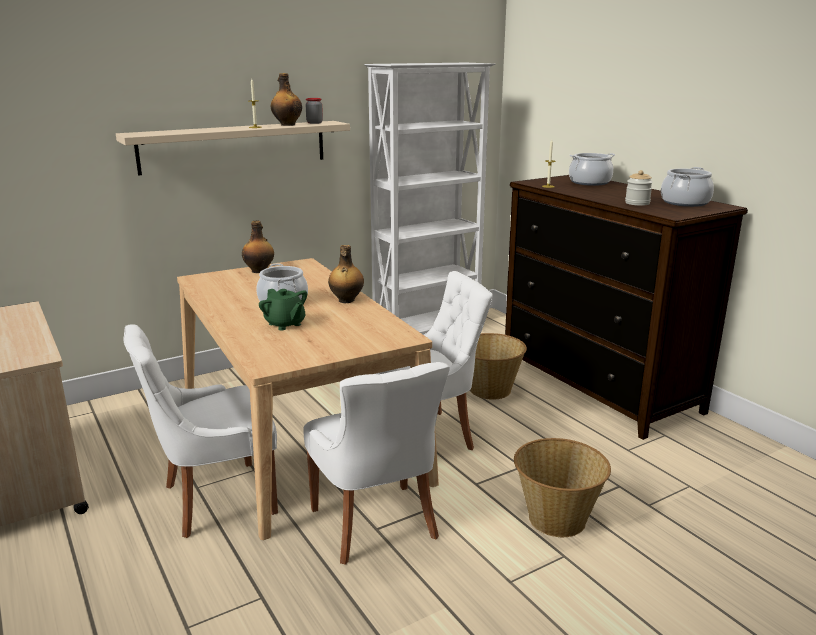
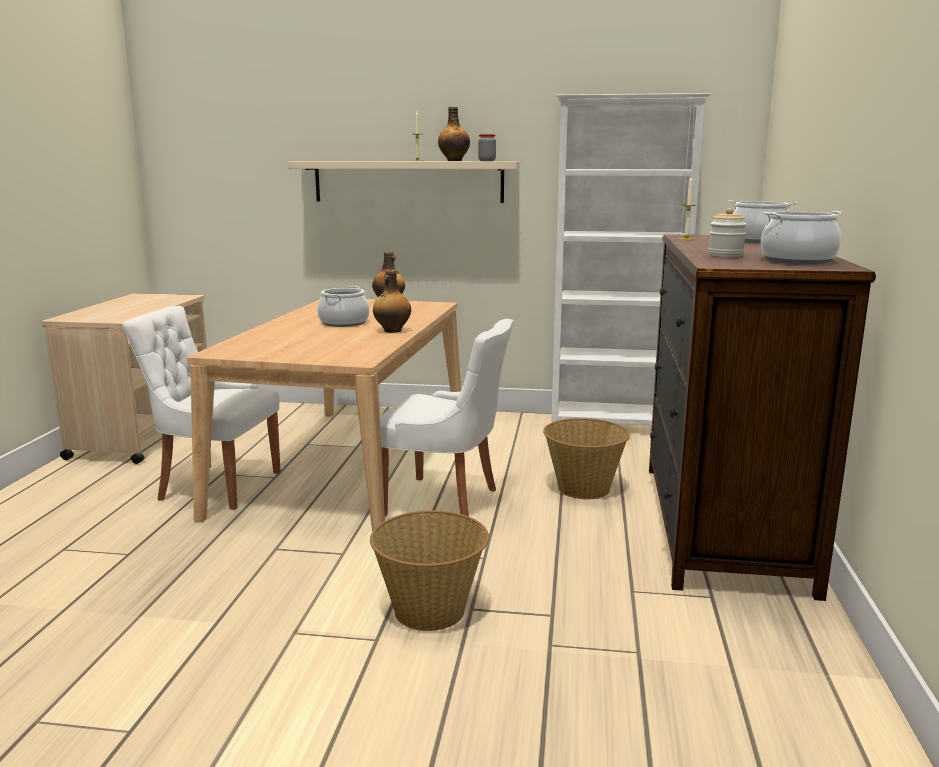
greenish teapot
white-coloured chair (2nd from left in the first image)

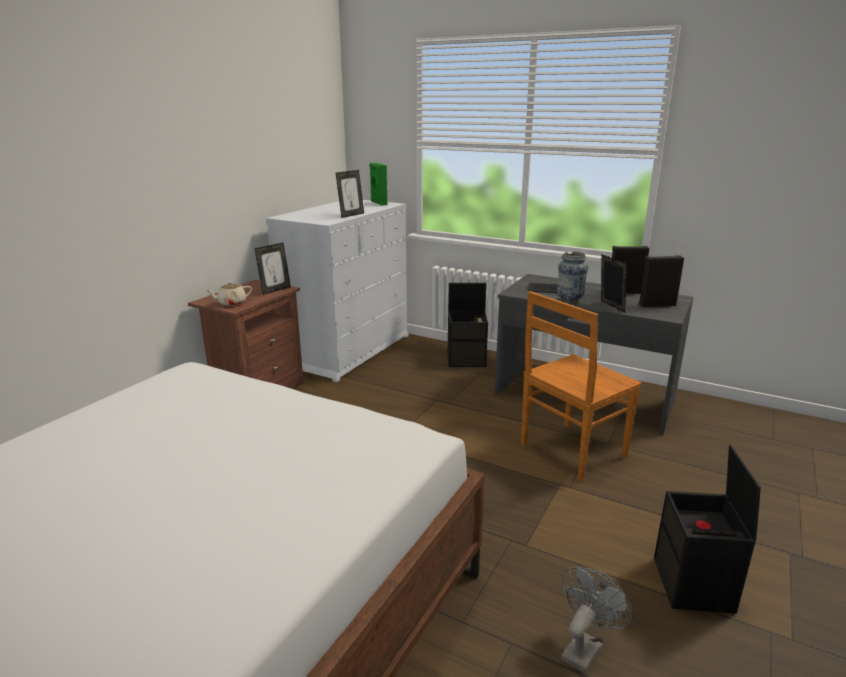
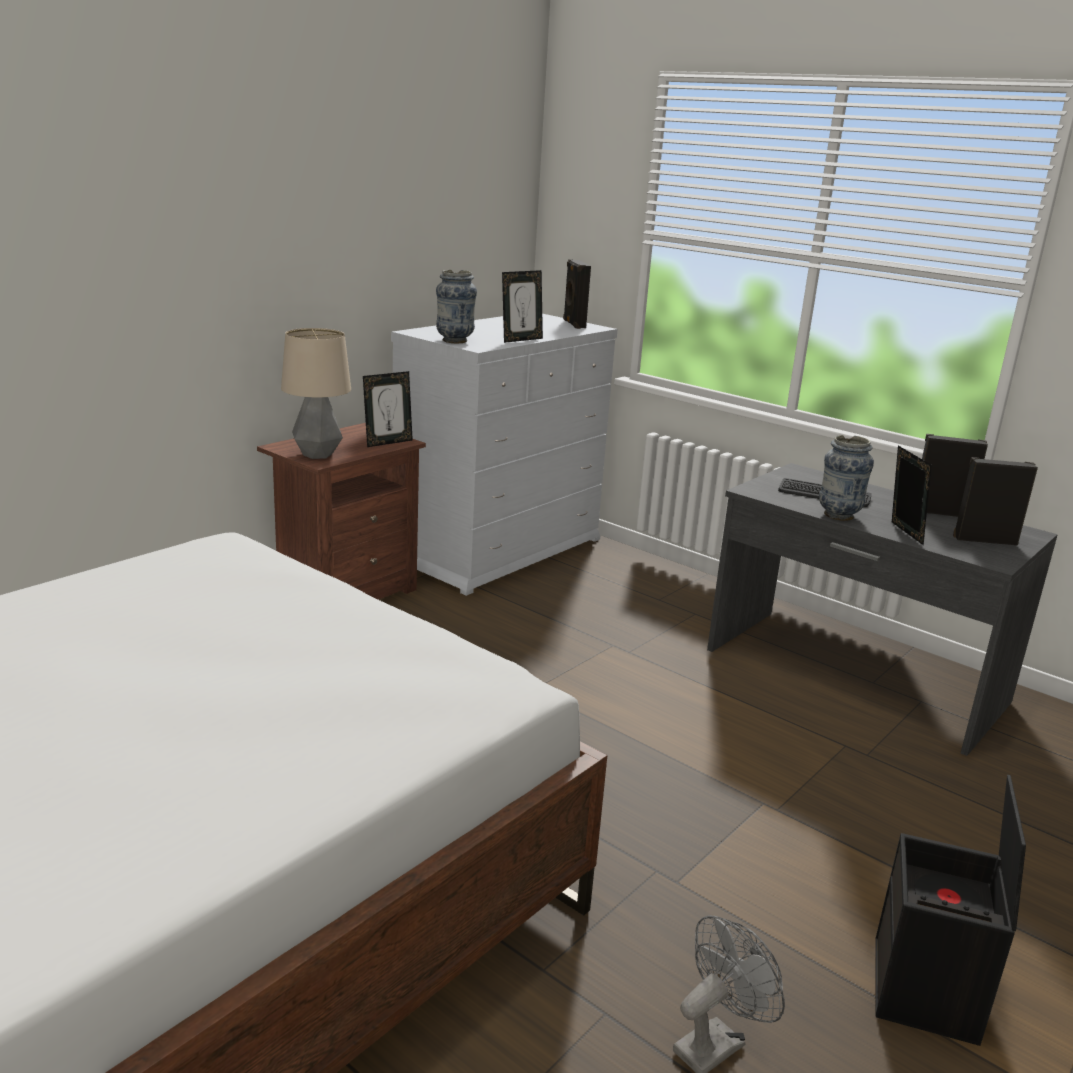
black speaker (1st from left)
tabletop lamp
black storage container (1st from left in the first image)
brownish chair
vase (1st from left)

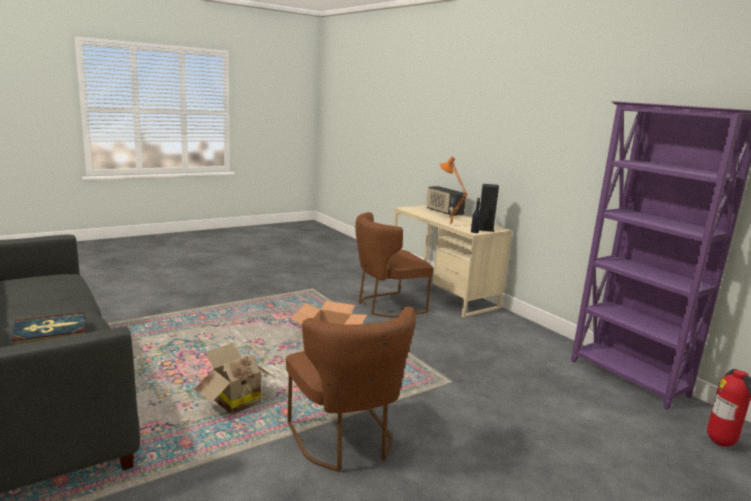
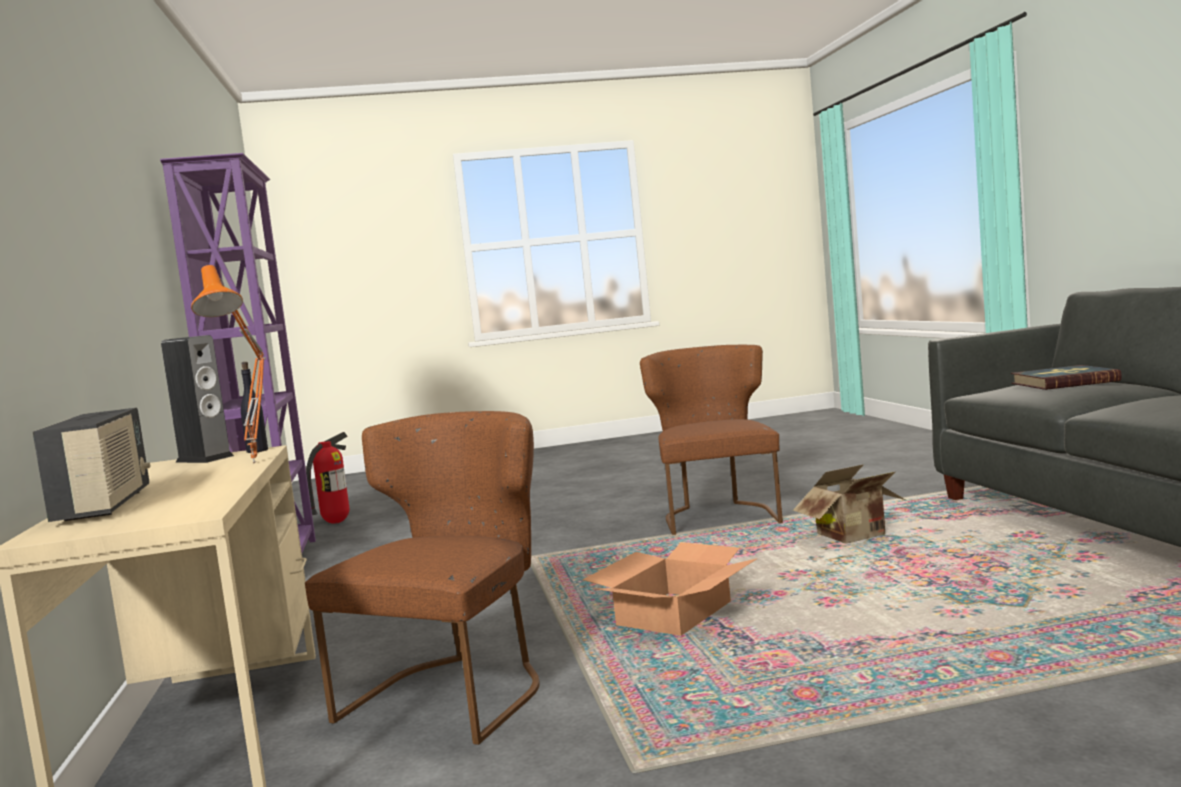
brownish chair (1st from left)

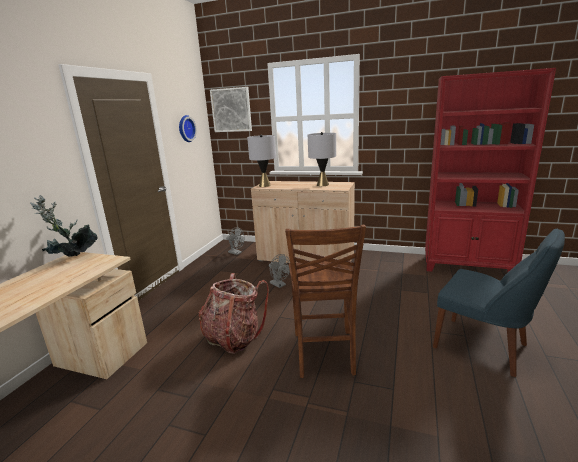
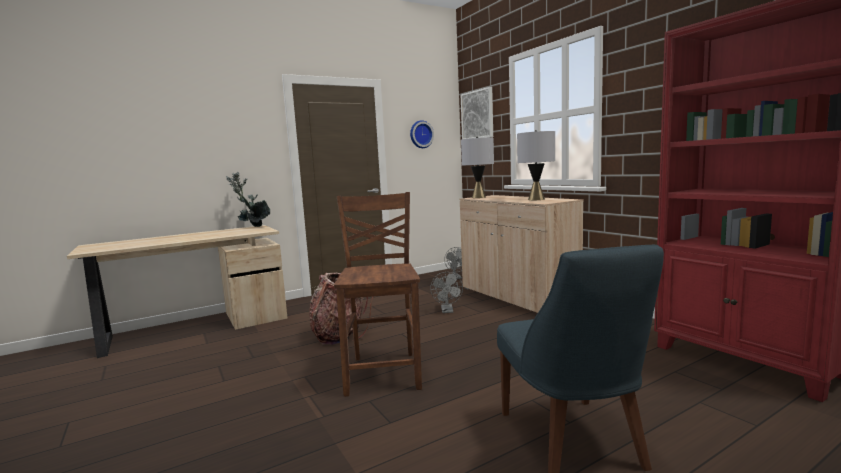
brownish chair

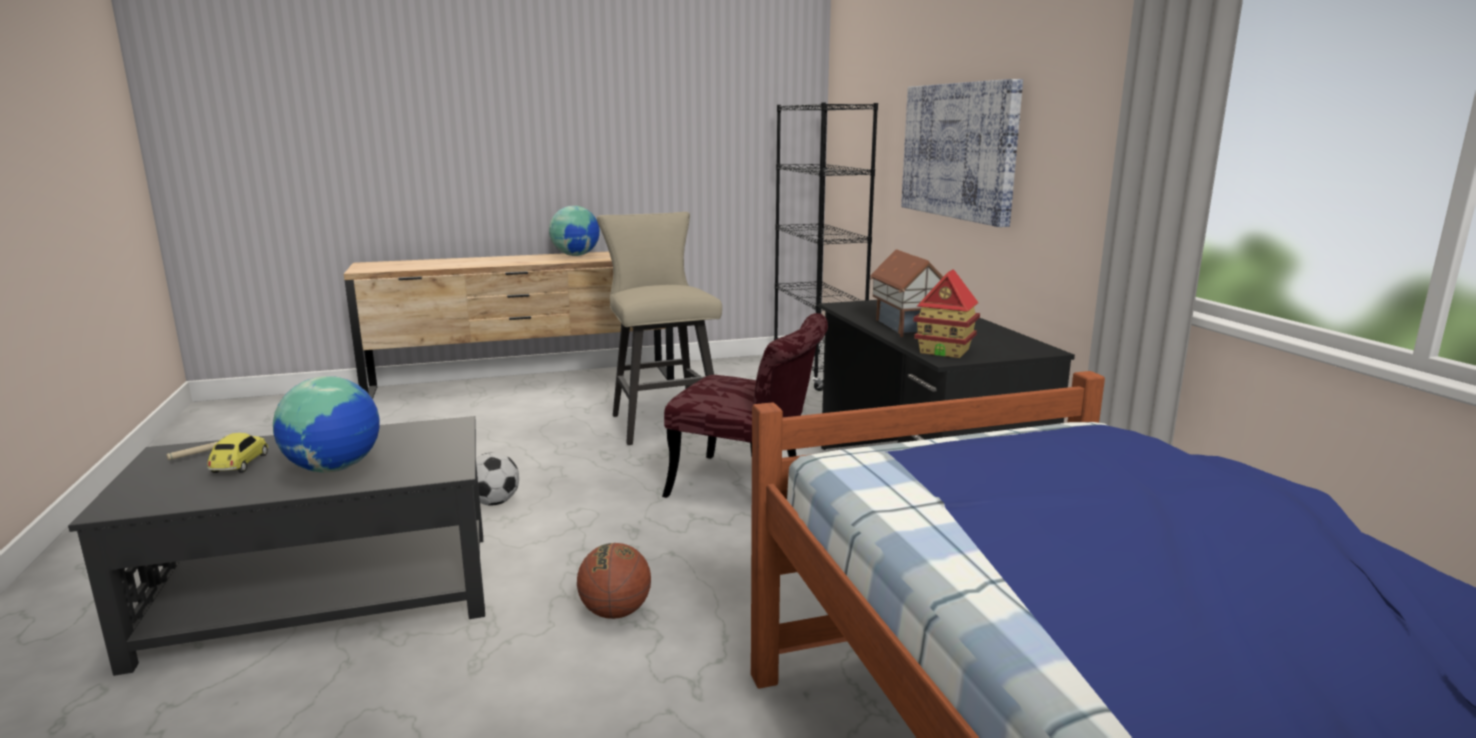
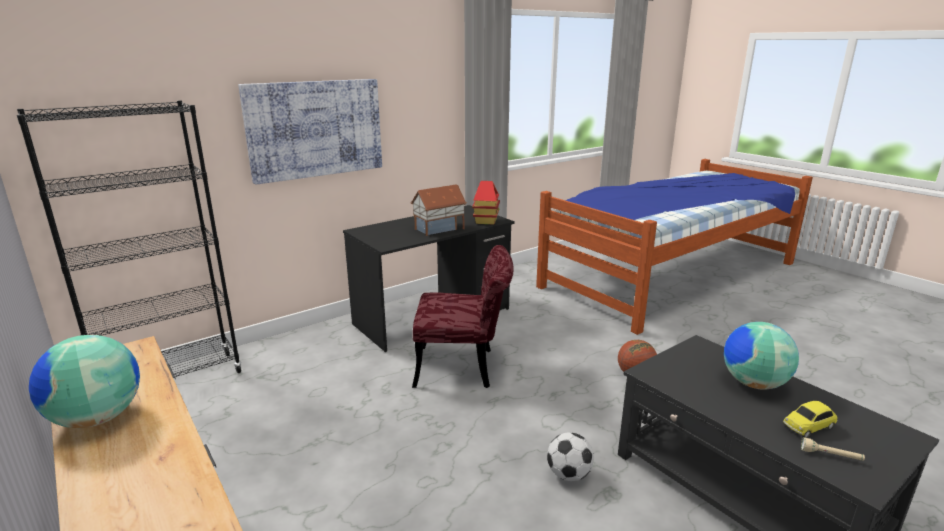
beige stool
reddish chair

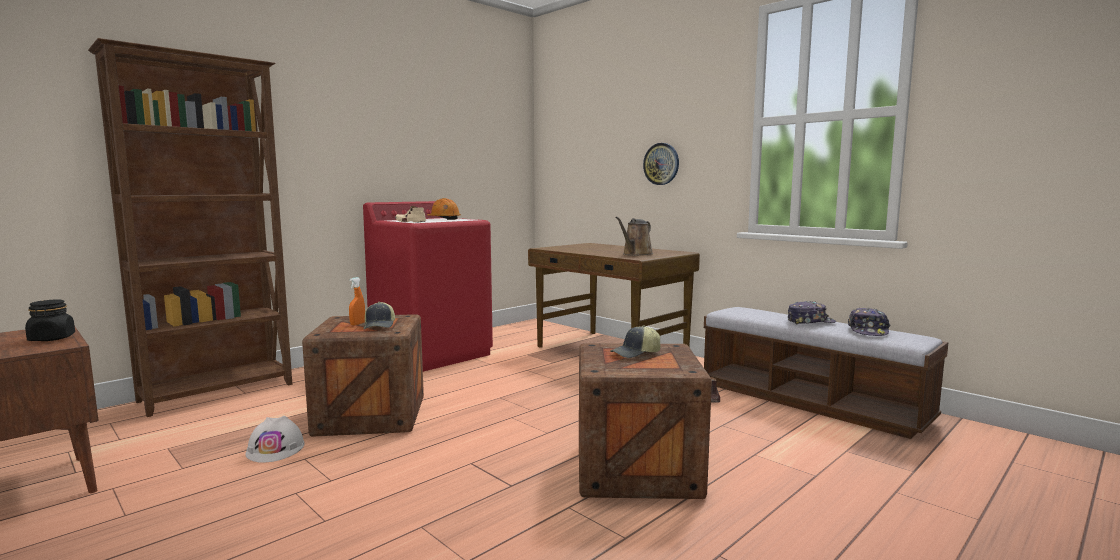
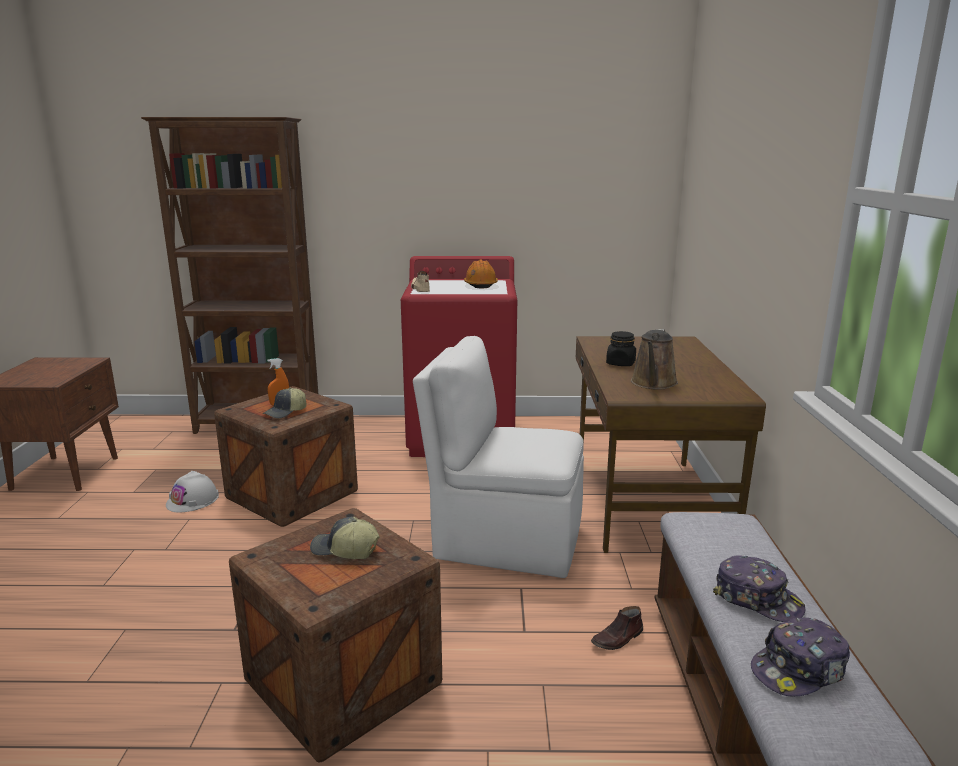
hanging clock
brownish watering can
black preserve jar
white-coloured chair

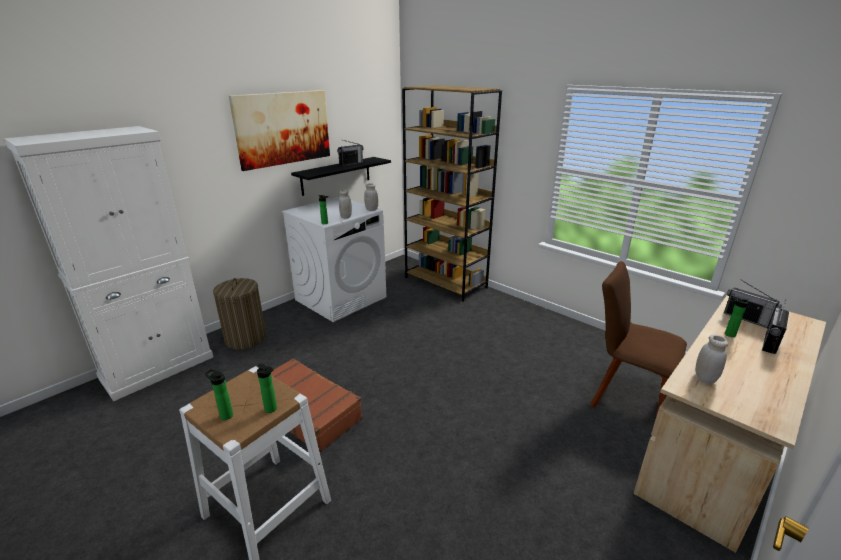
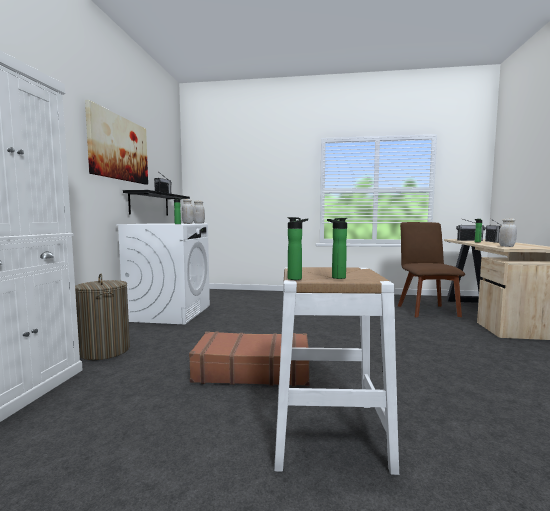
brownish bookcase
brownish chair
beverage bottle (2nd from left)

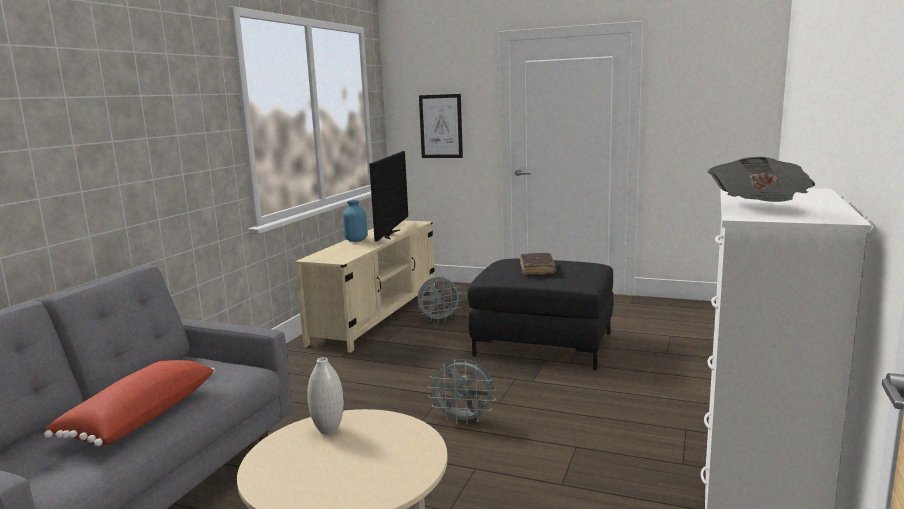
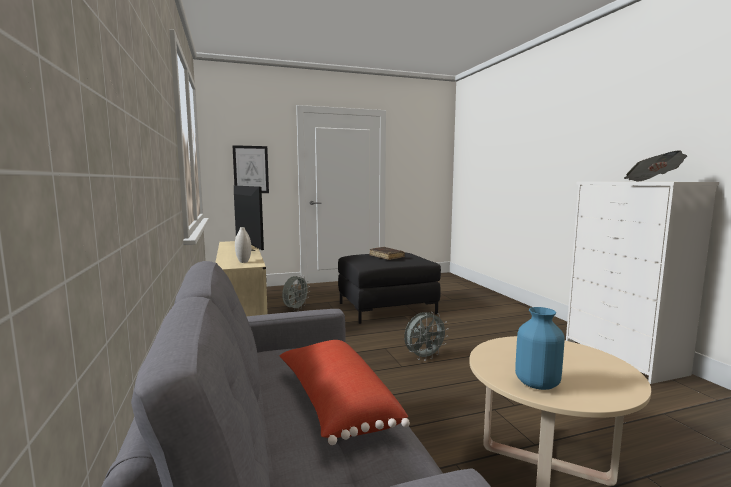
bluish vase
white-coloured vase

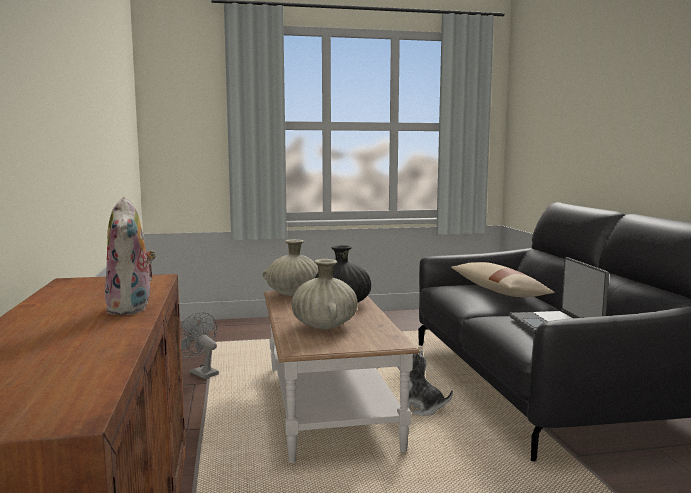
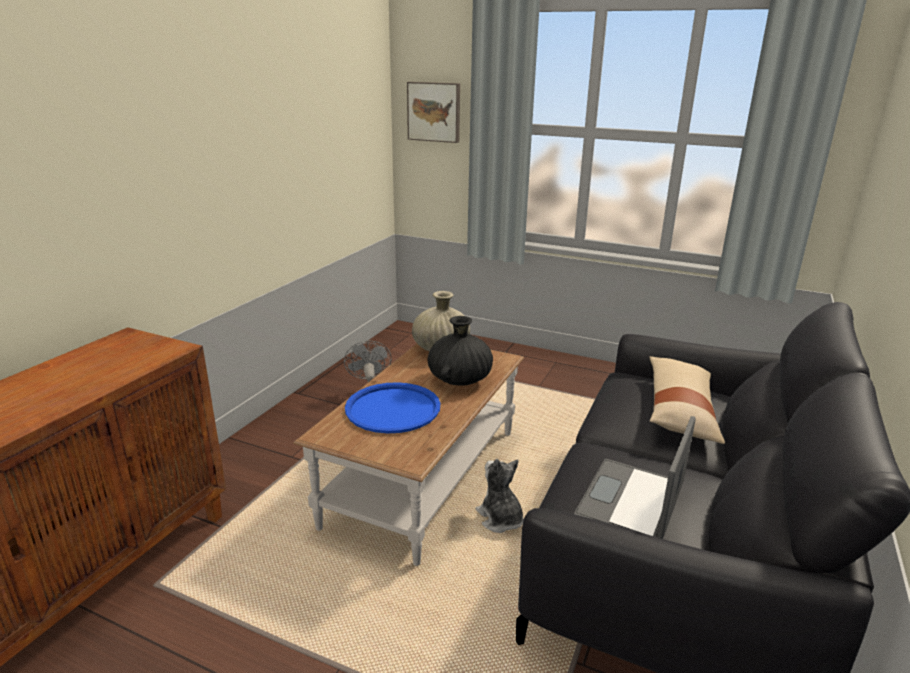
cuddly toy (1st from left in the first image)
bluish carrying tray
wall art

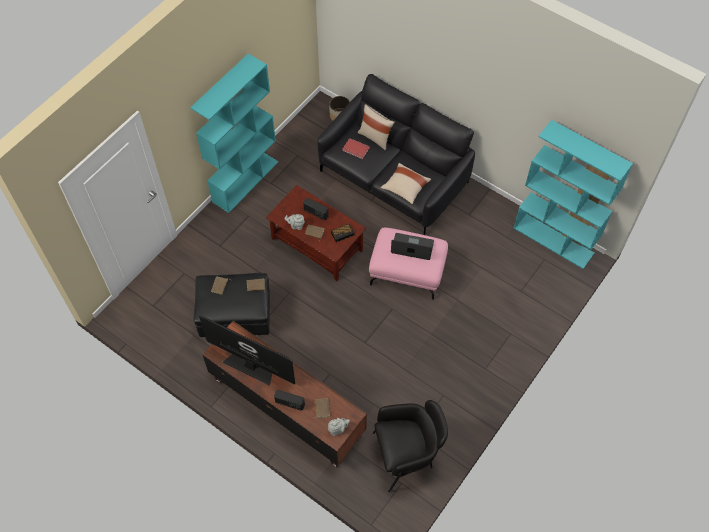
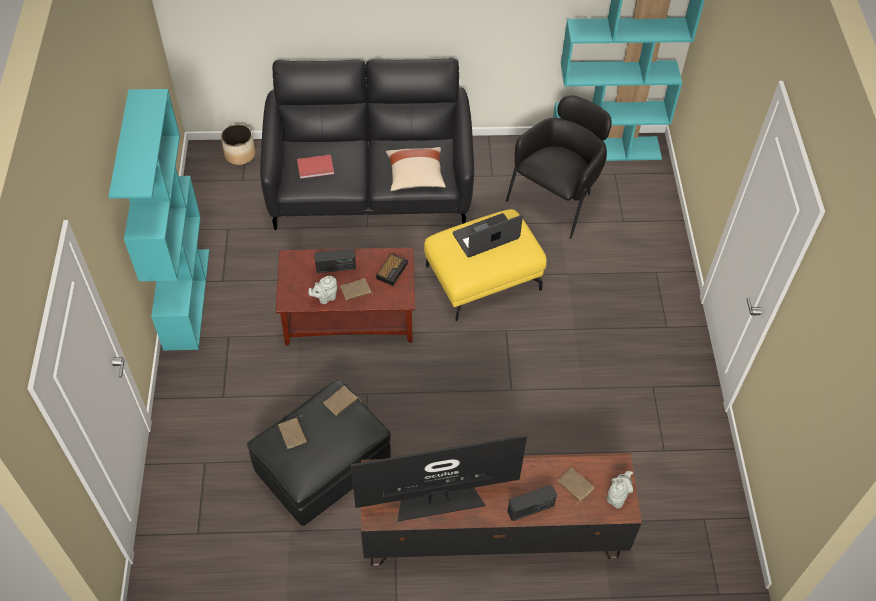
beige throw pillow (1st from left in the first image)
yellowish footrest
black easy chair

